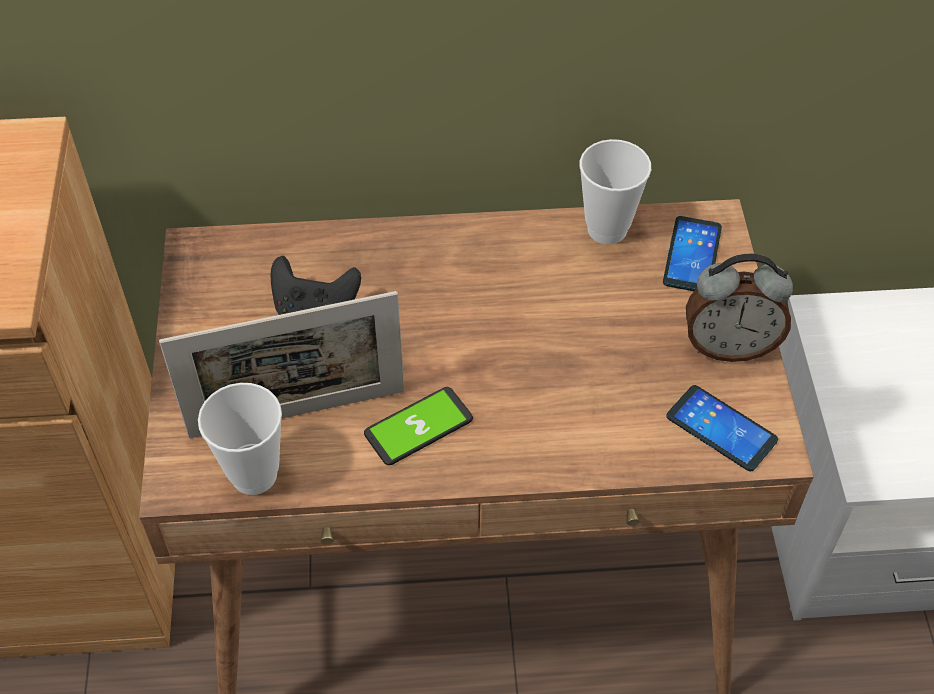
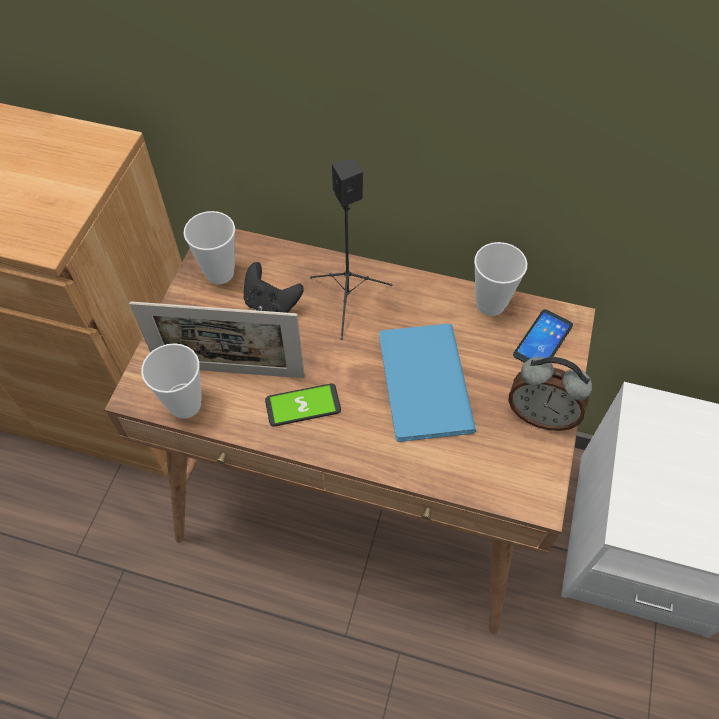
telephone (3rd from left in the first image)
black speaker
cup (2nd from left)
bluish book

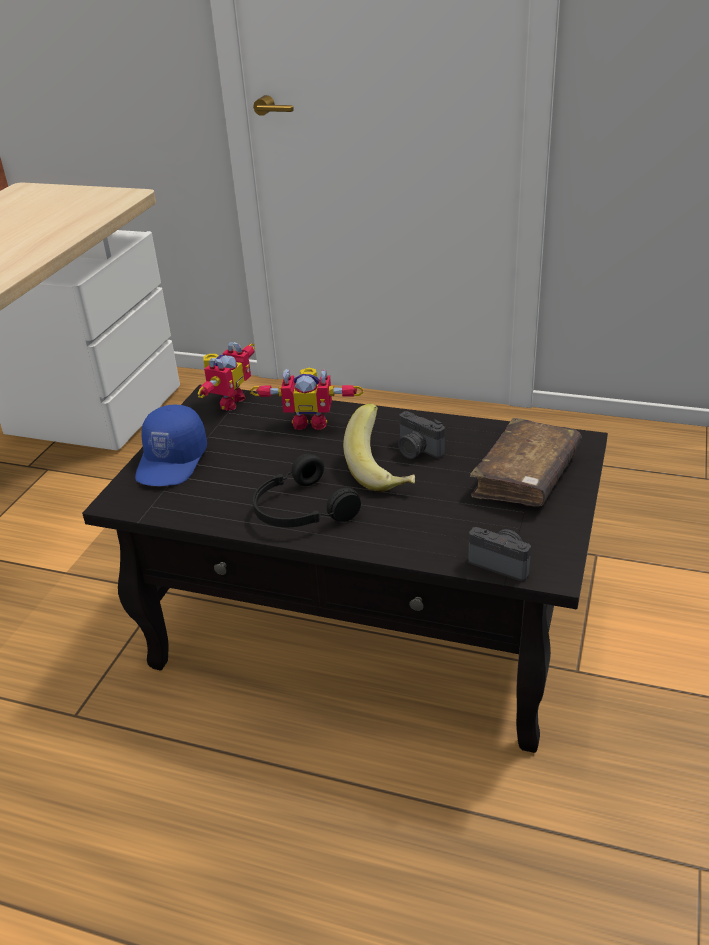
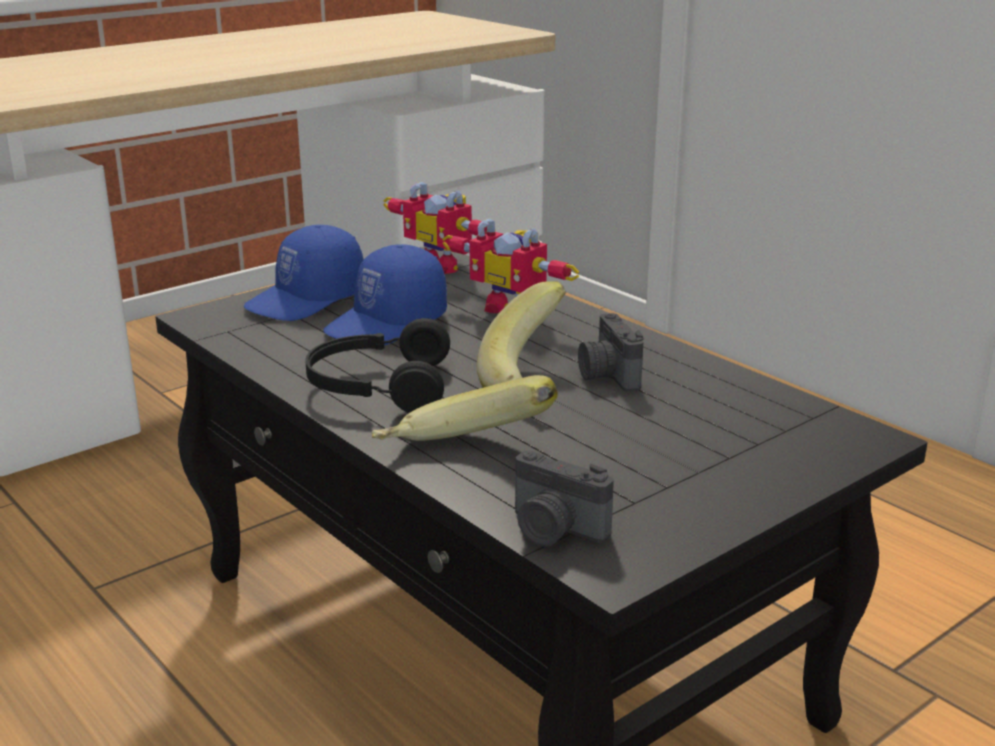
model robot (1st from left)
brownish book
photo camera (1st from left)
bluish cap (2nd from left)
banana fruit (1st from left)

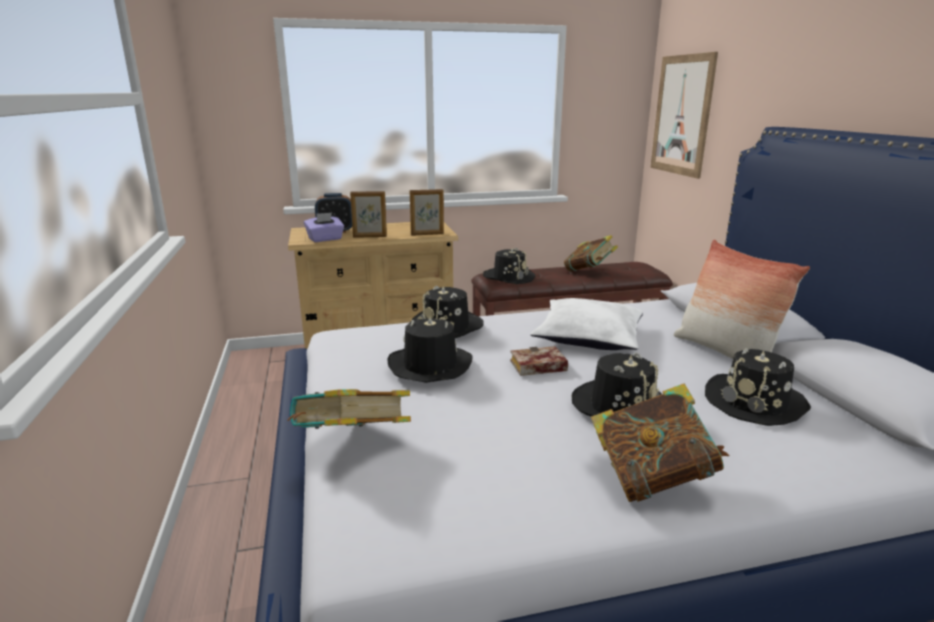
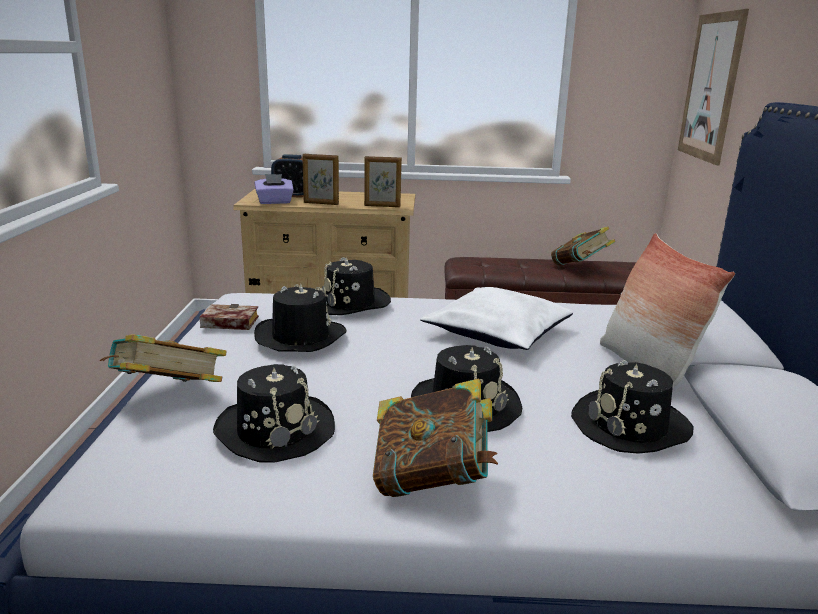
black hat (1st from left)
book (2nd from left)

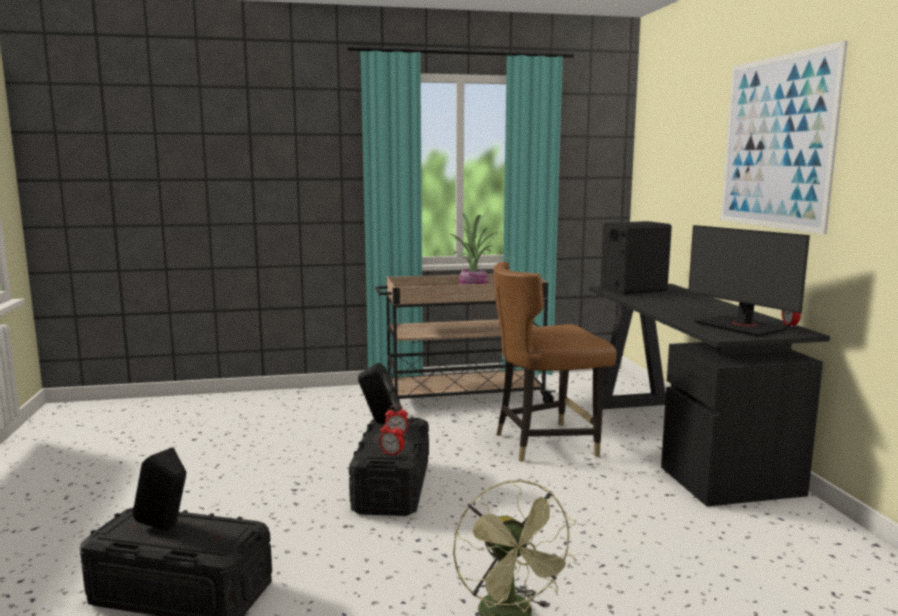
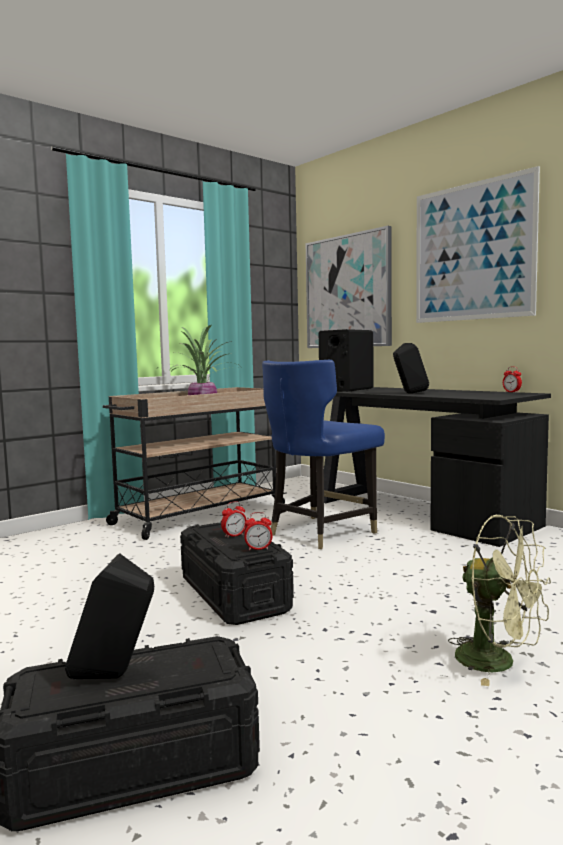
computer screen
bluish chair
black speaker (3rd from left)
wall art (1st from left)

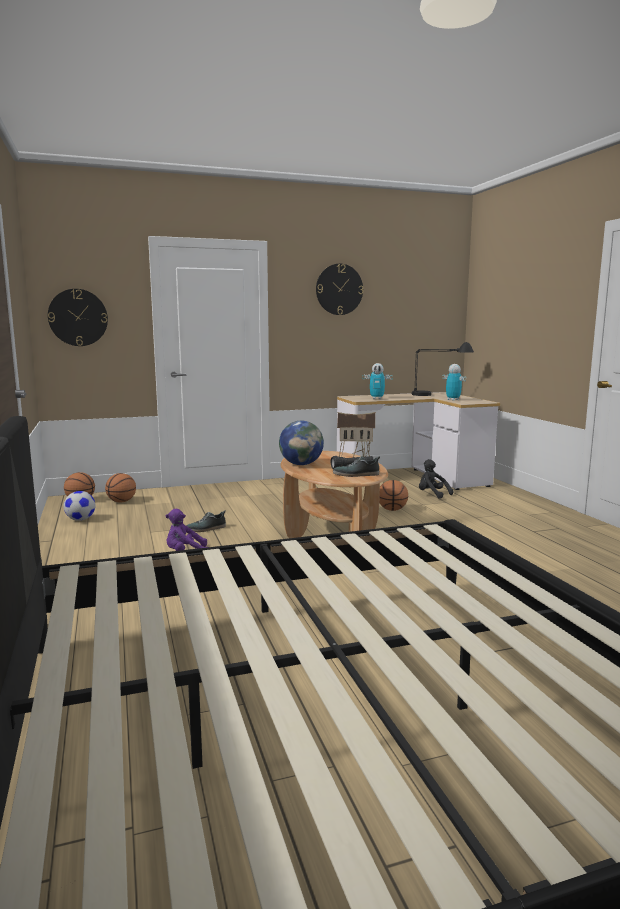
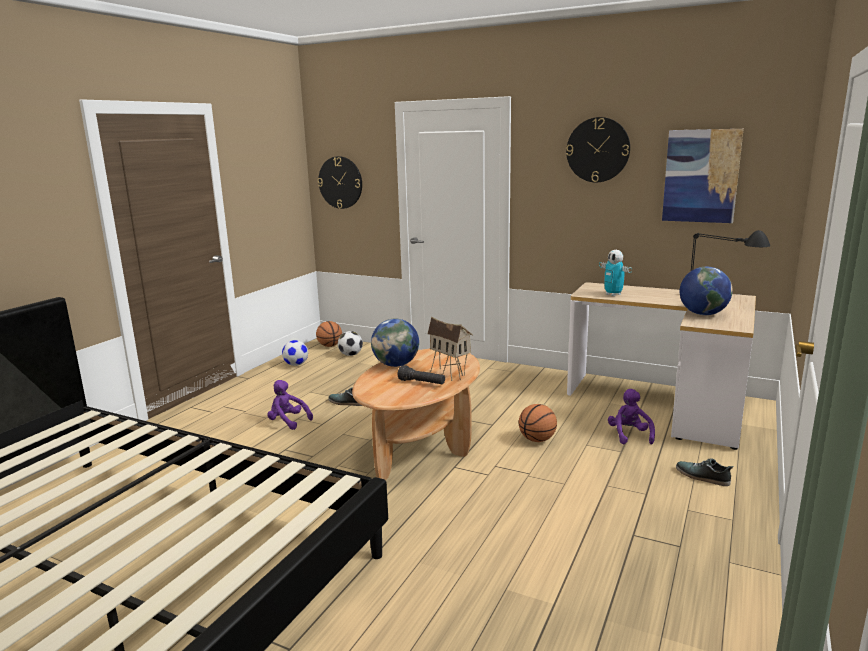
globe (2nd from left)
low shoe (2nd from left)
purple cuddly toy (2nd from left)
football (2nd from left)
wall art

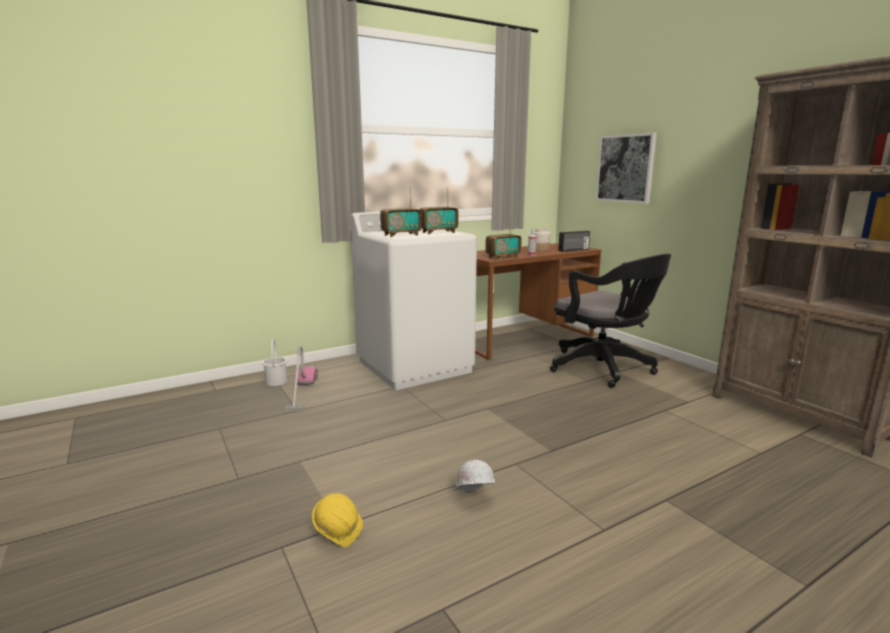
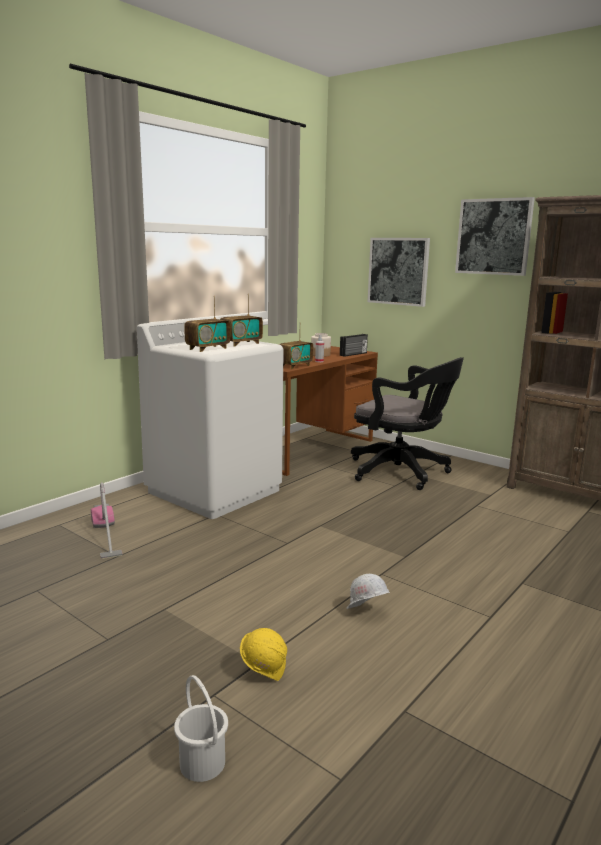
white-coloured water bucket
wall art (2nd from left)

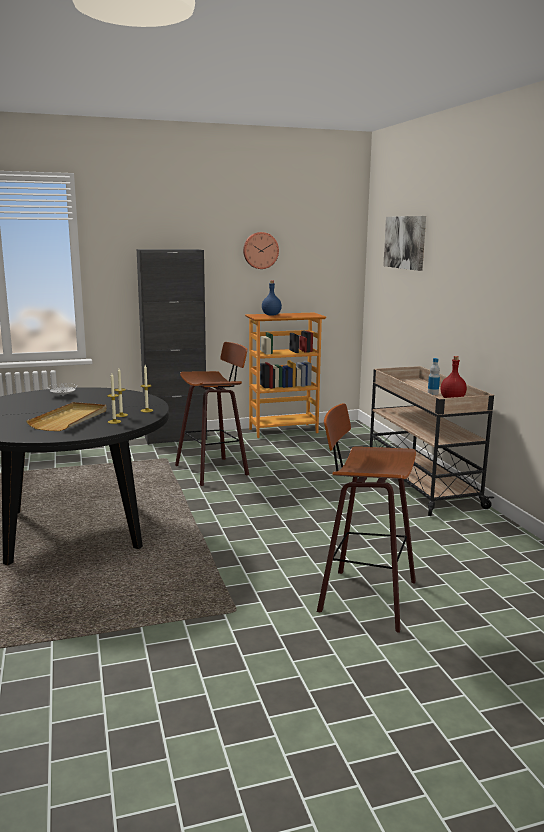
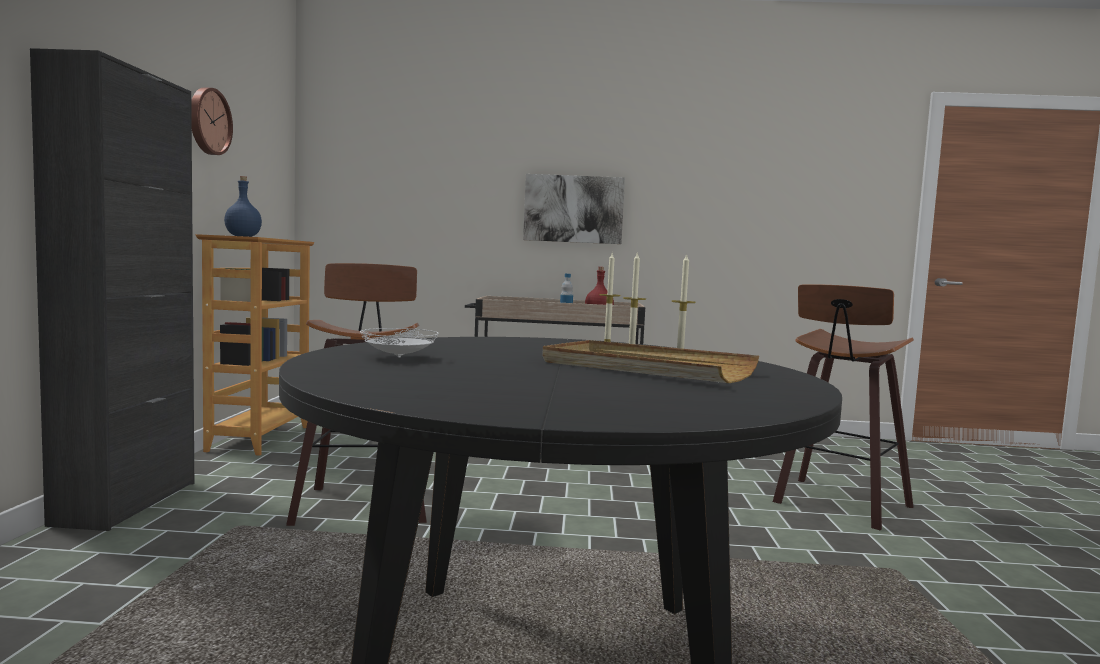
wall art

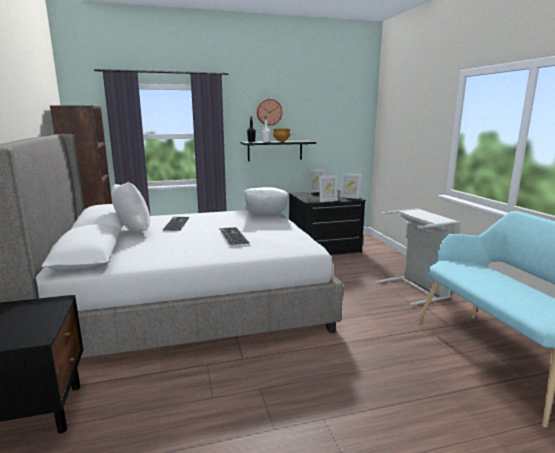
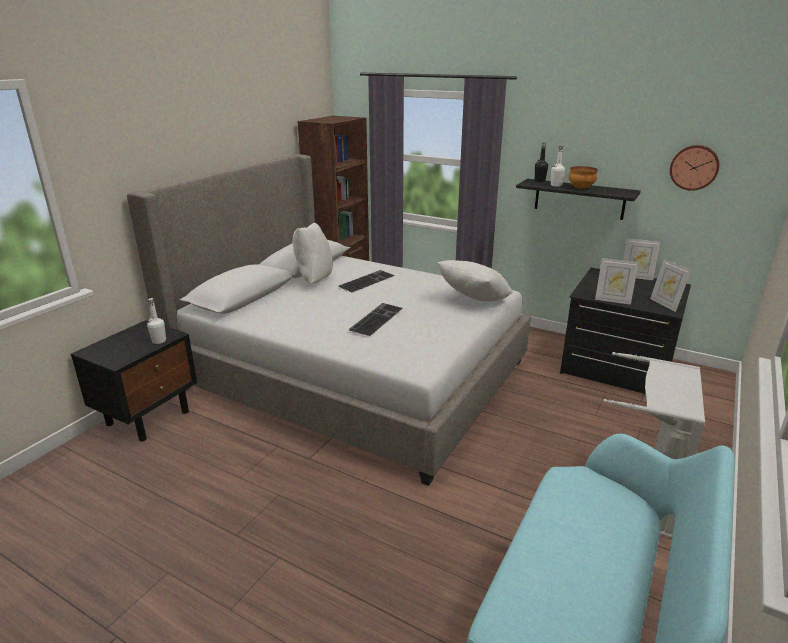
hanging clock
white-coloured beverage bottle (1st from left)

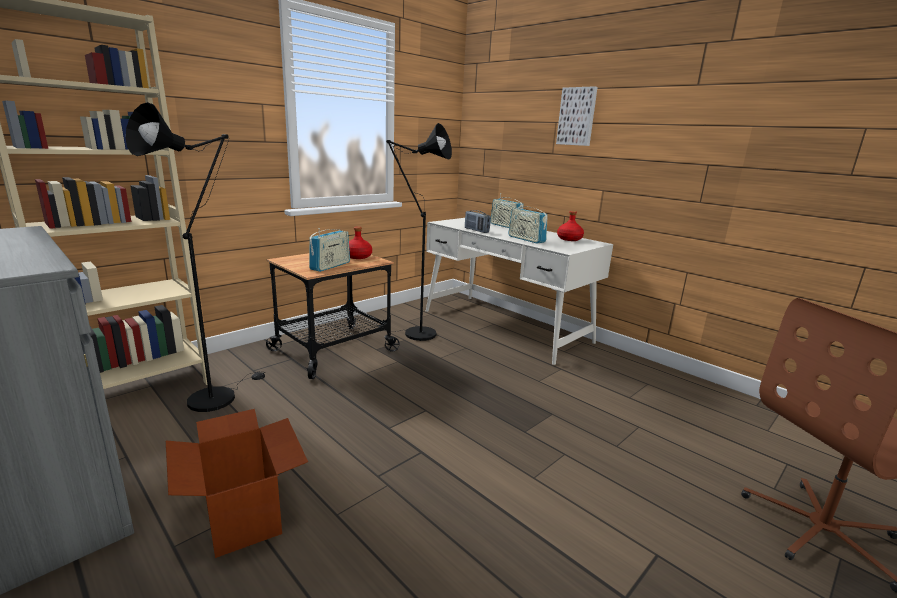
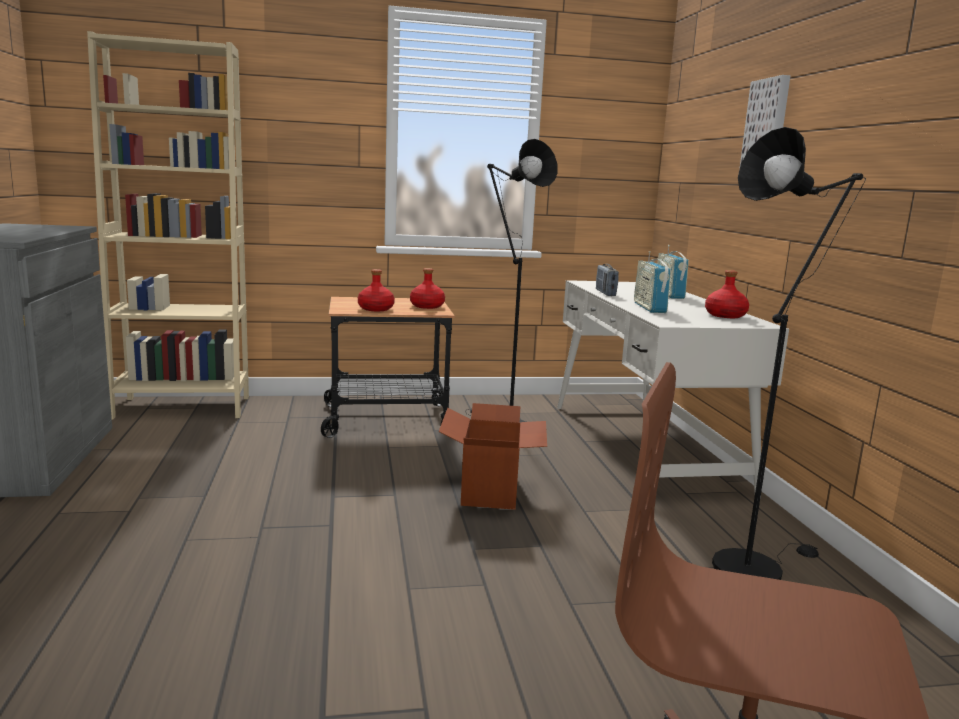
black standard lamp (2nd from left)
reddish beverage bottle (1st from left)
cardboard box

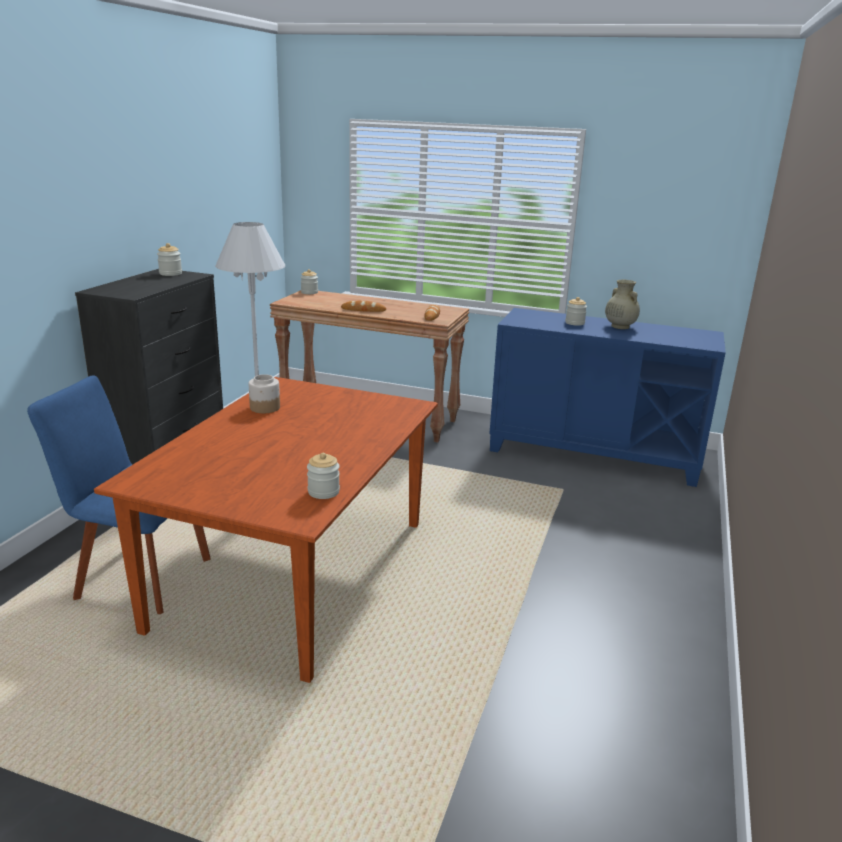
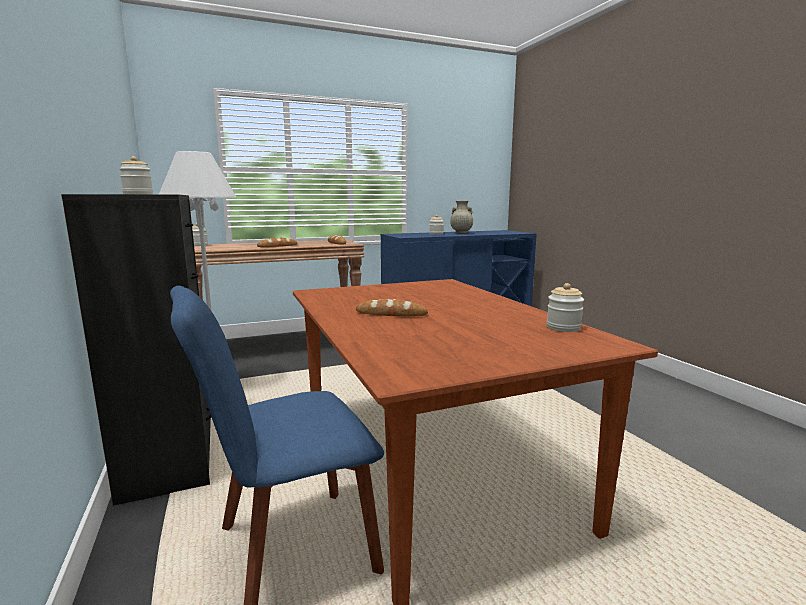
preserve jar (2nd from left in the first image)
bakery bread (3rd from left)

